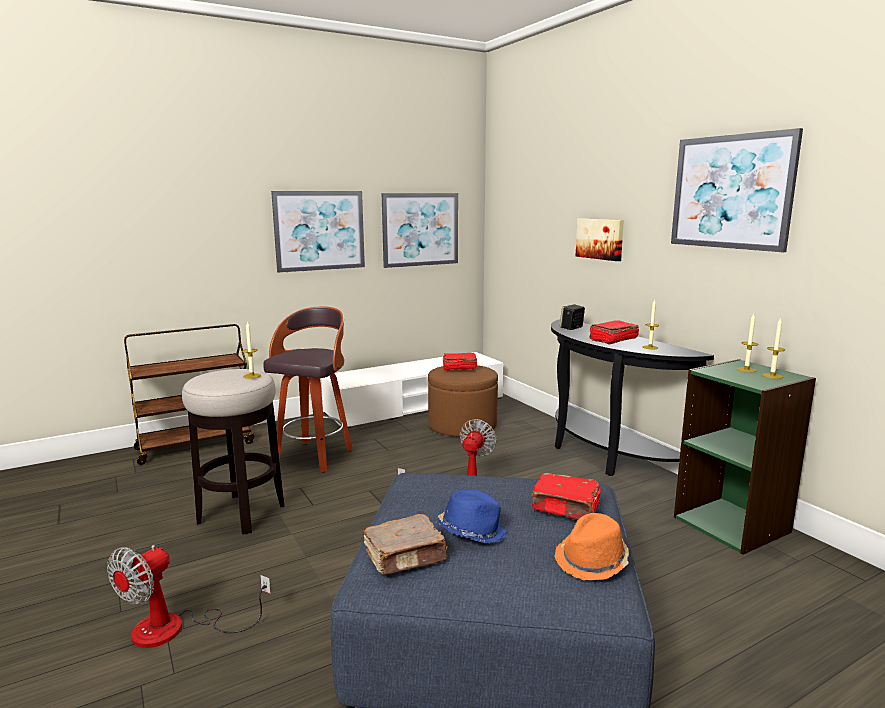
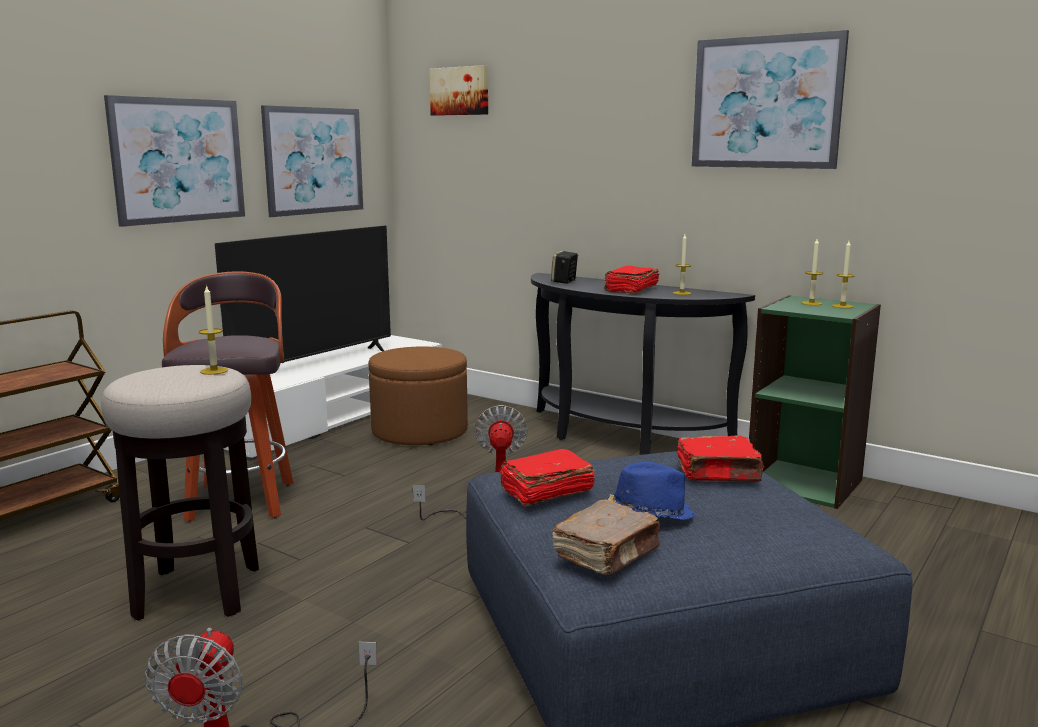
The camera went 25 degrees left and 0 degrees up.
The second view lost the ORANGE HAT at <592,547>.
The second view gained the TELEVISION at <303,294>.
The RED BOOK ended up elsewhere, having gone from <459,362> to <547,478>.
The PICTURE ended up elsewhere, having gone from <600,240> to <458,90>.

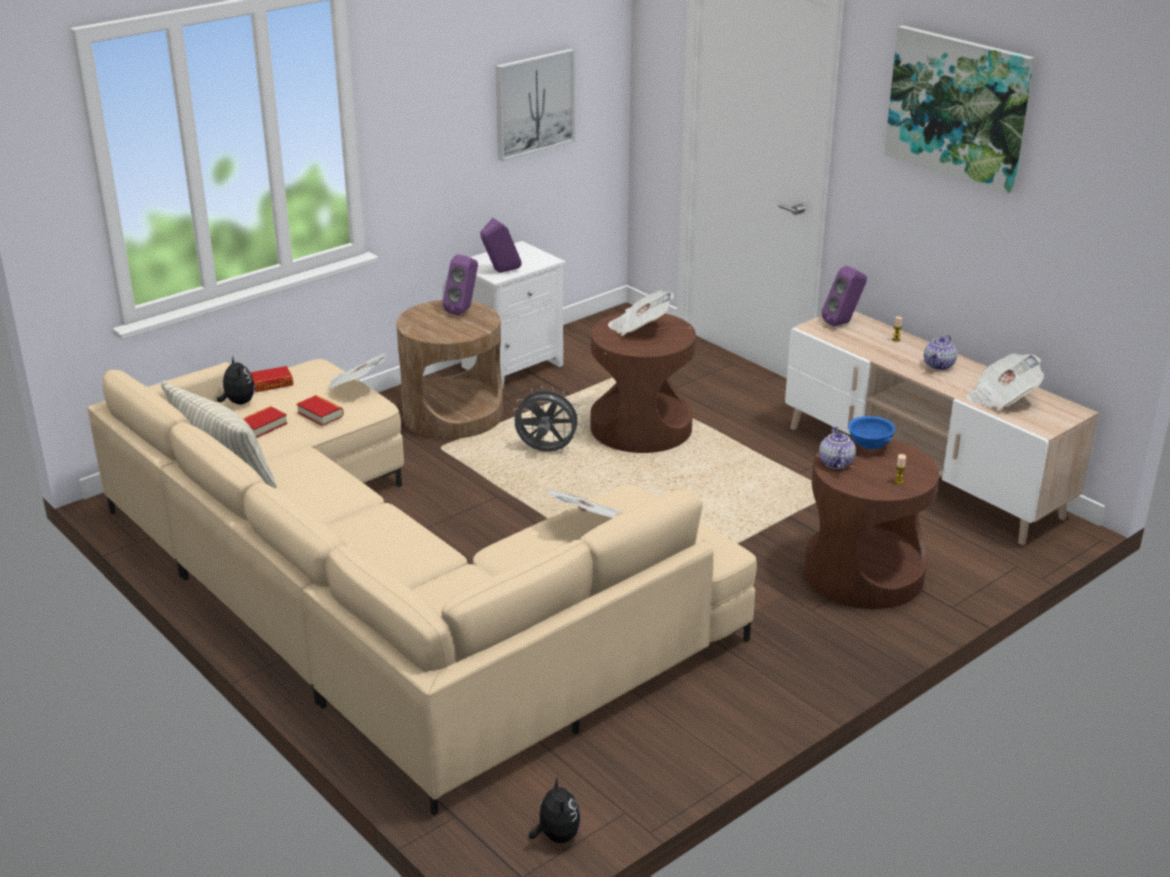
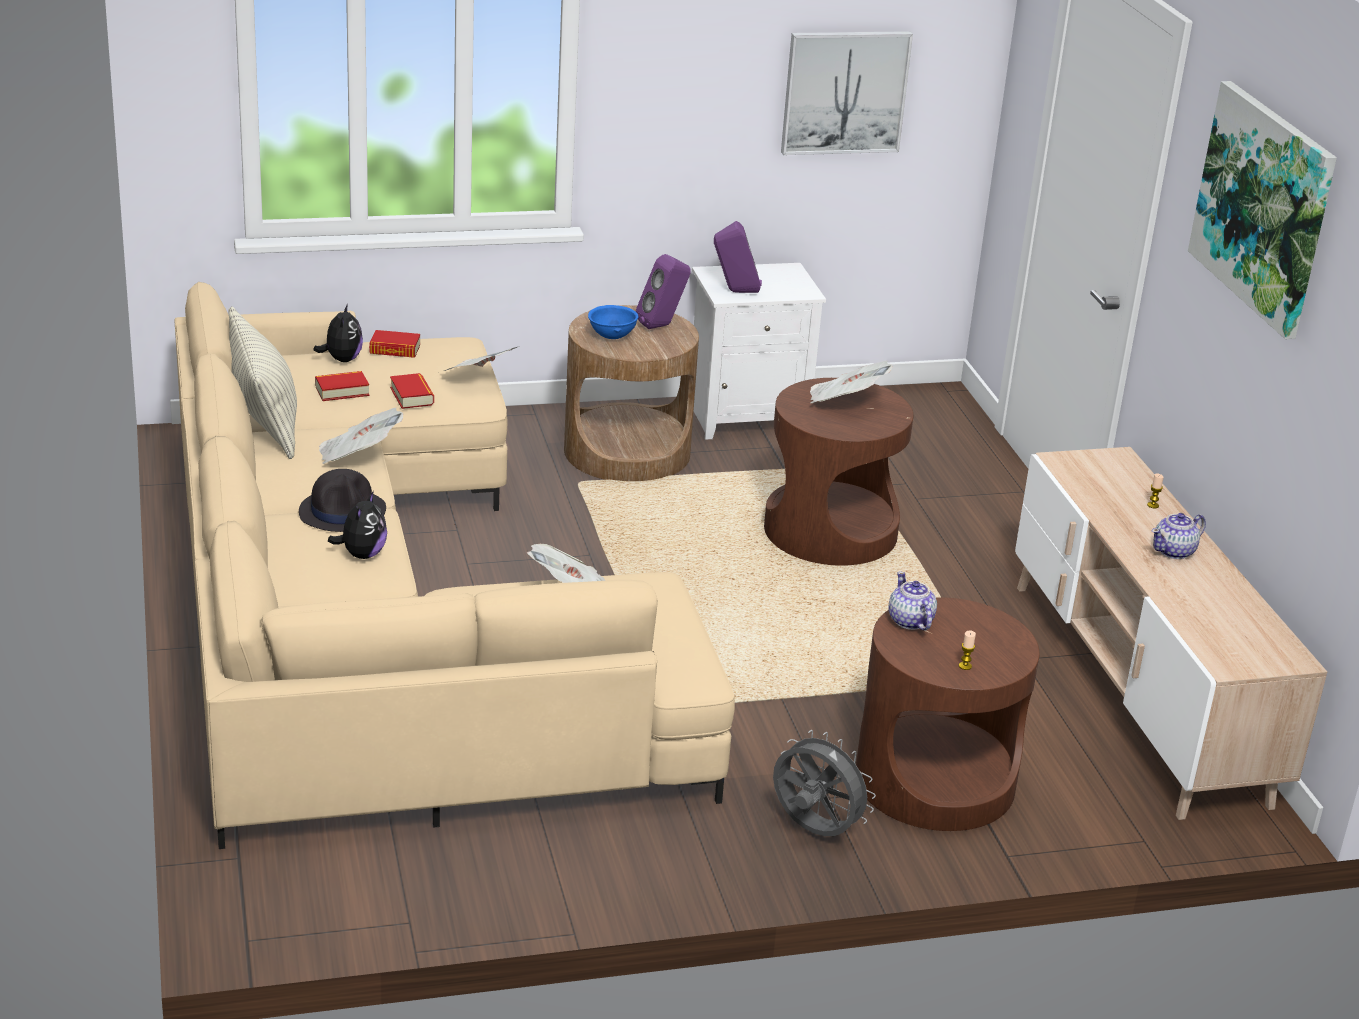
The camera went 25 degrees right and 0 degrees up.
The second view lost the PURPLE SPEAKER at <844,296>.
The second view gained the BLACK HAT at <342,500>.
The GREY FAN ended up elsewhere, having gone from <547,419> to <824,783>.
The PLUSH TOY ended up elsewhere, having gone from <555,809> to <357,525>.
The BLUE BOWL ended up elsewhere, having gone from <871,432> to <613,322>.
The NEWSPAPER ended up elsewhere, having gone from <1005,381> to <361,436>.
The TEAPOT at <837,447> ended up facing another way, 45 degrees counterclockwise from before.

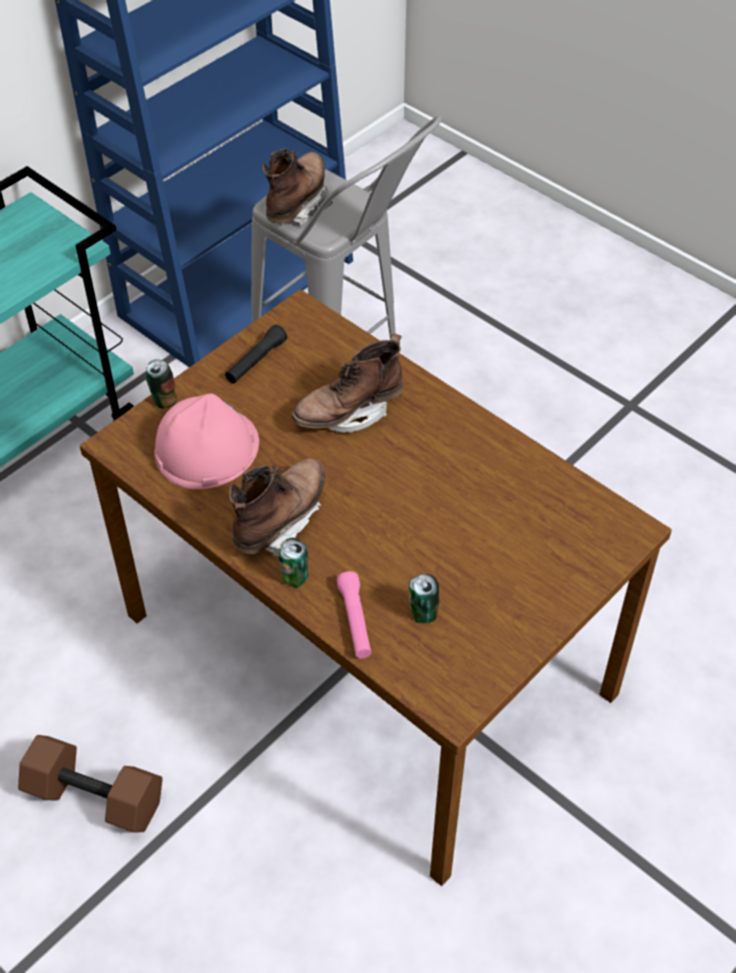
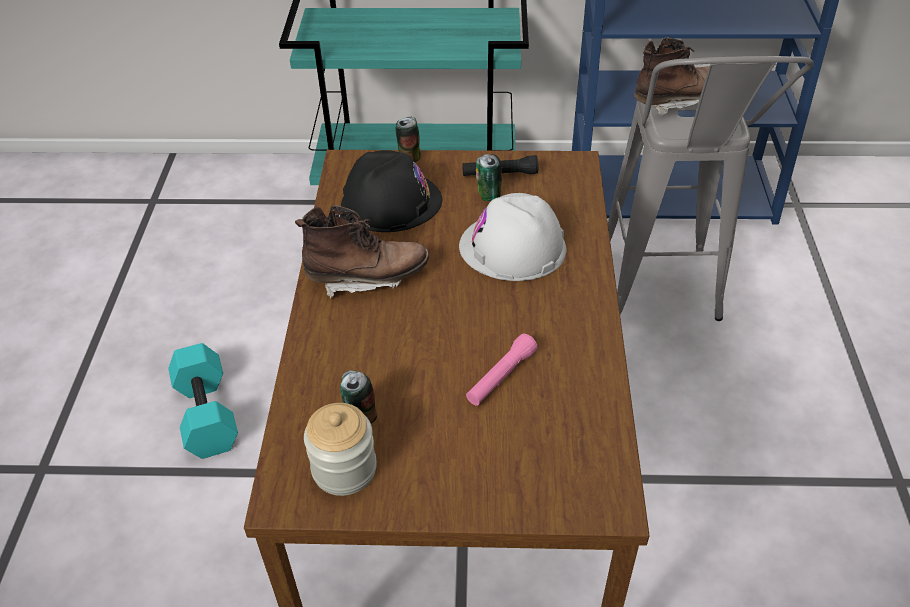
The camera went 50 degrees right and 5 degrees down.
The second view gained the JAR at <340,449>.
The CAN ended up elsewhere, having gone from <293,563> to <489,177>.
The PINK FLASHLIGHT ended up elsewhere, having gone from <354,614> to <502,369>.
Where the BROWN BOOT stood at <347,383>, the WHITE HARD HAT came to stand at <513,237>.
What was the BROWN DUMBBELL at <90,784> turned into the TURQUOISE DUMBBELL at <203,401>.
What was the PINK HARD HAT at <207,441> turned into the BLACK HARD HAT at <391,191>.

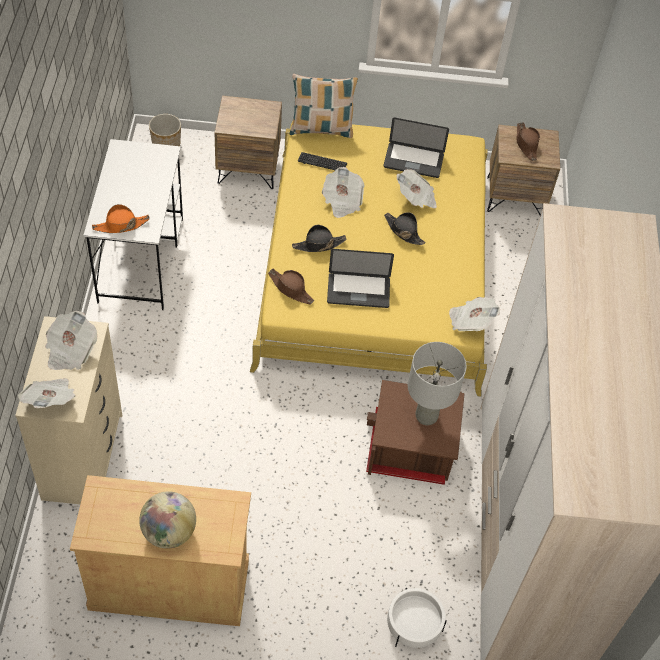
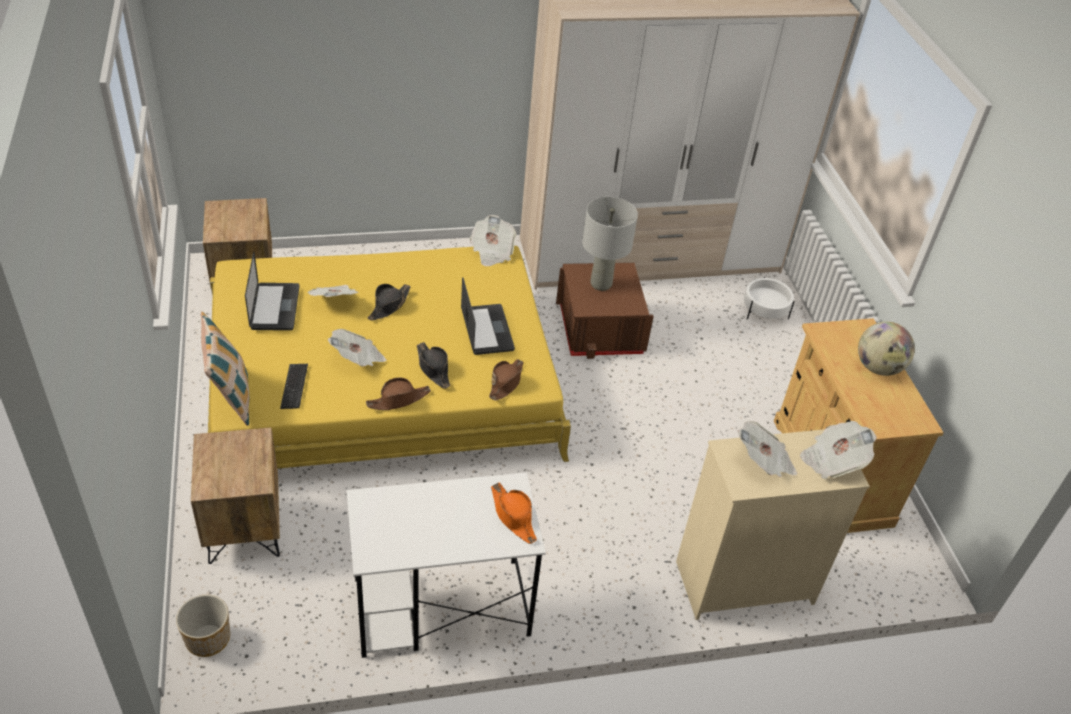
The camera went 105 degrees left and 10 degrees down.
The BROWN HAT ended up elsewhere, having gone from <528,141> to <398,394>.

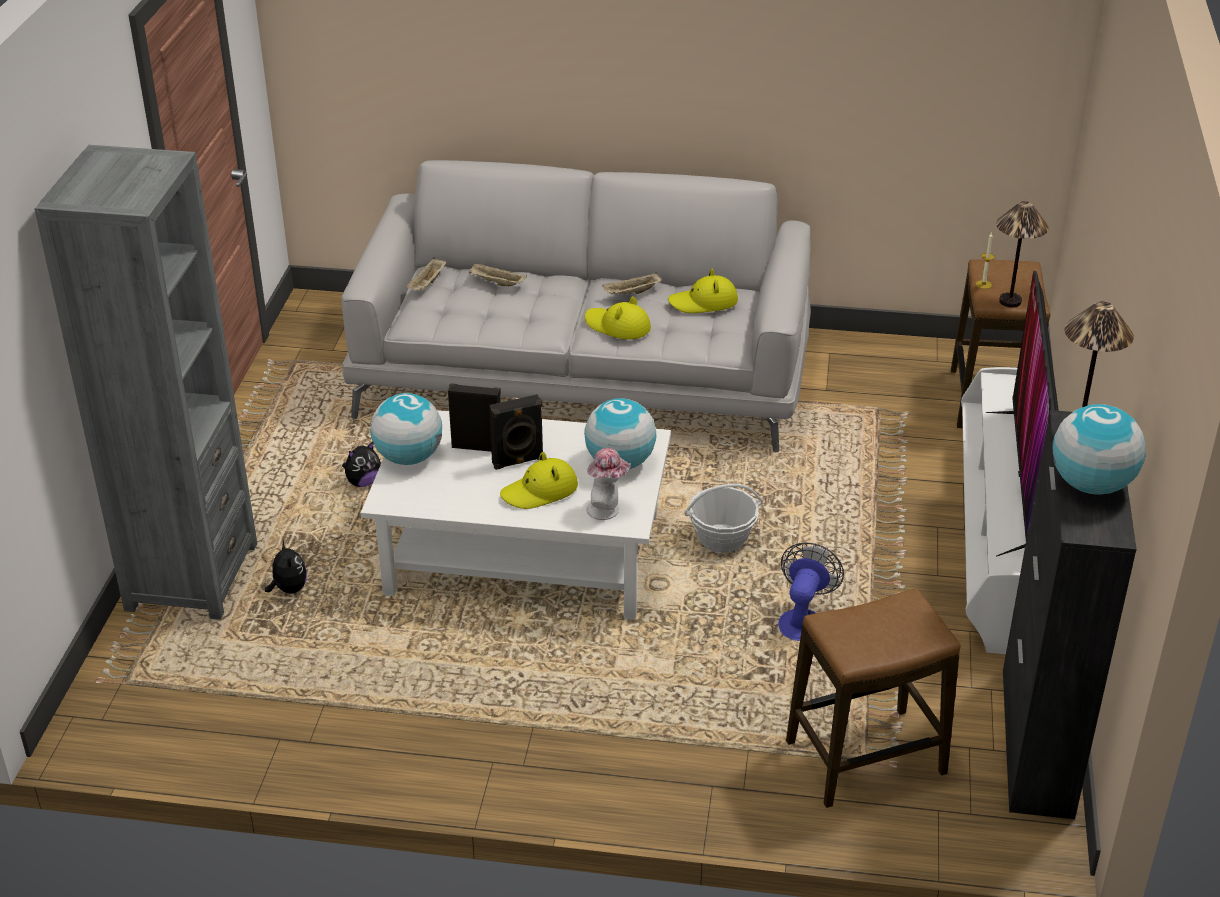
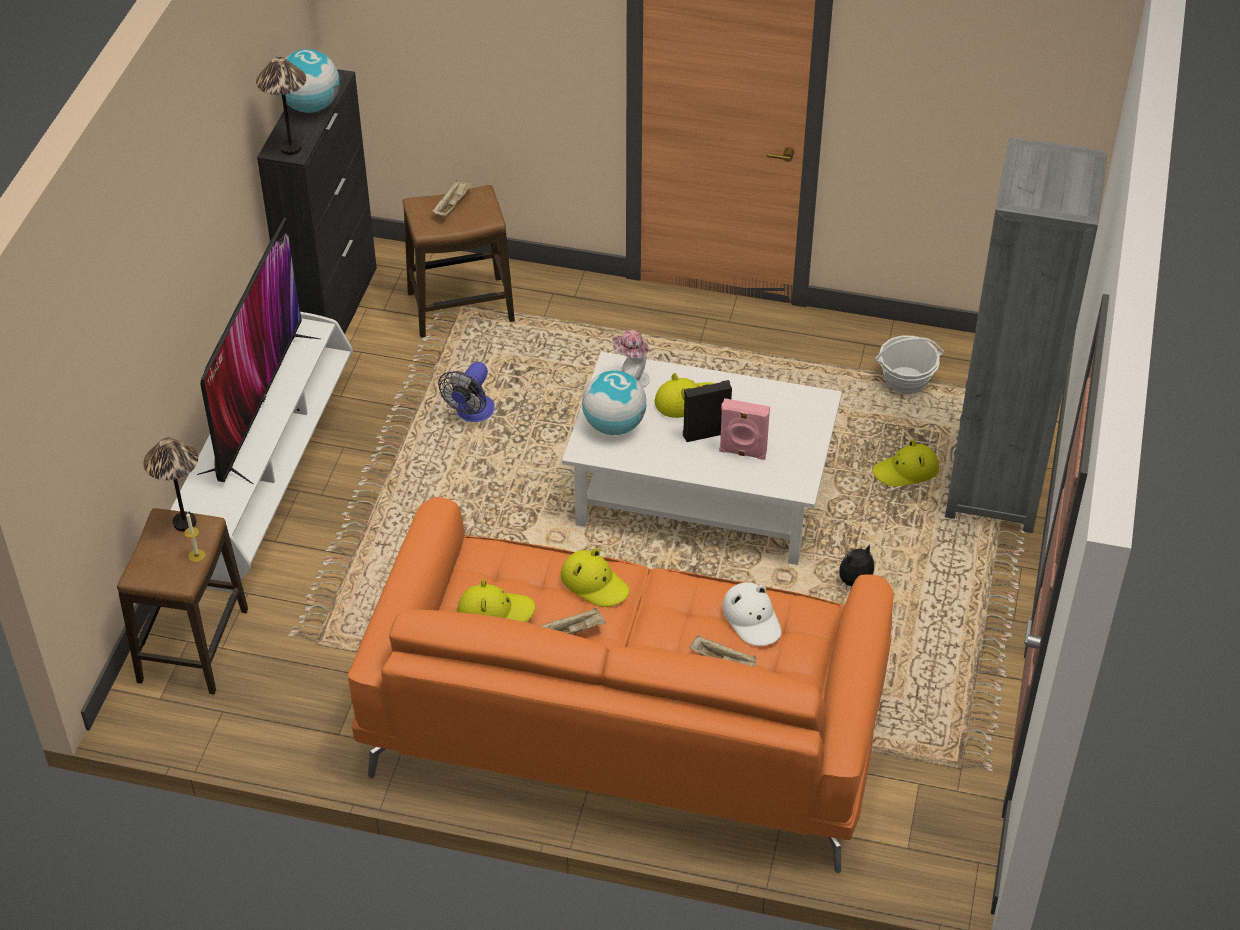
The camera went 175 degrees left and 10 degrees up.
The second view lost the GLOBE at <406,429>.
The second view gained the WHITE HAT at <752,614>.
The BEIGE TRAY ended up elsewhere, having gone from <427,273> to <452,198>.
The BASKET ended up elsewhere, having gone from <723,518> to <909,364>.
Where the PLUSH TOY stood at <286,566>, the YELLOW HAT came to stand at <906,462>.
What was the GREY SOFA at <576,306> turned into the ORANGE SOFA at <620,685>.
What was the BLACK SPEAKER at <474,417> turned into the PINK SPEAKER at <744,429>.

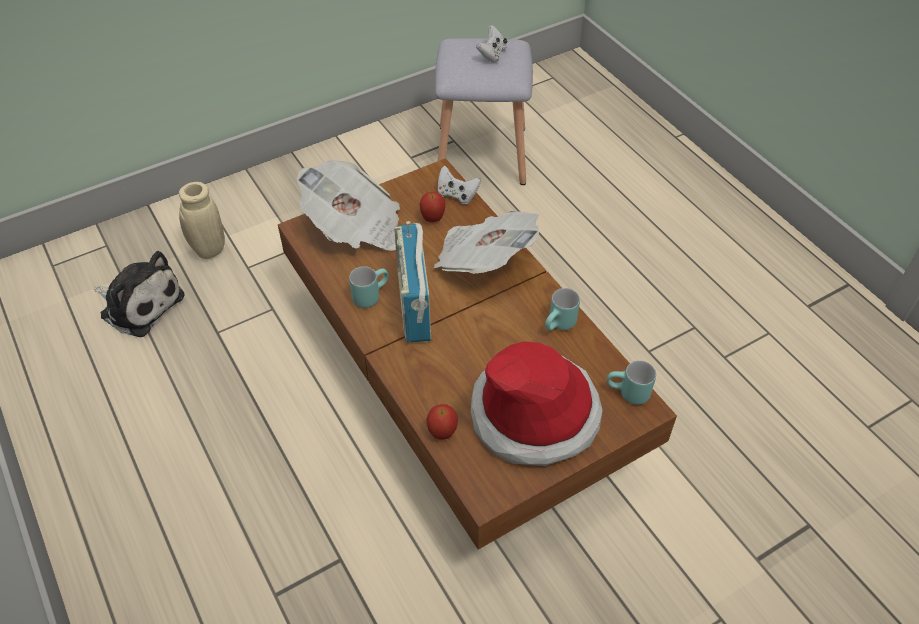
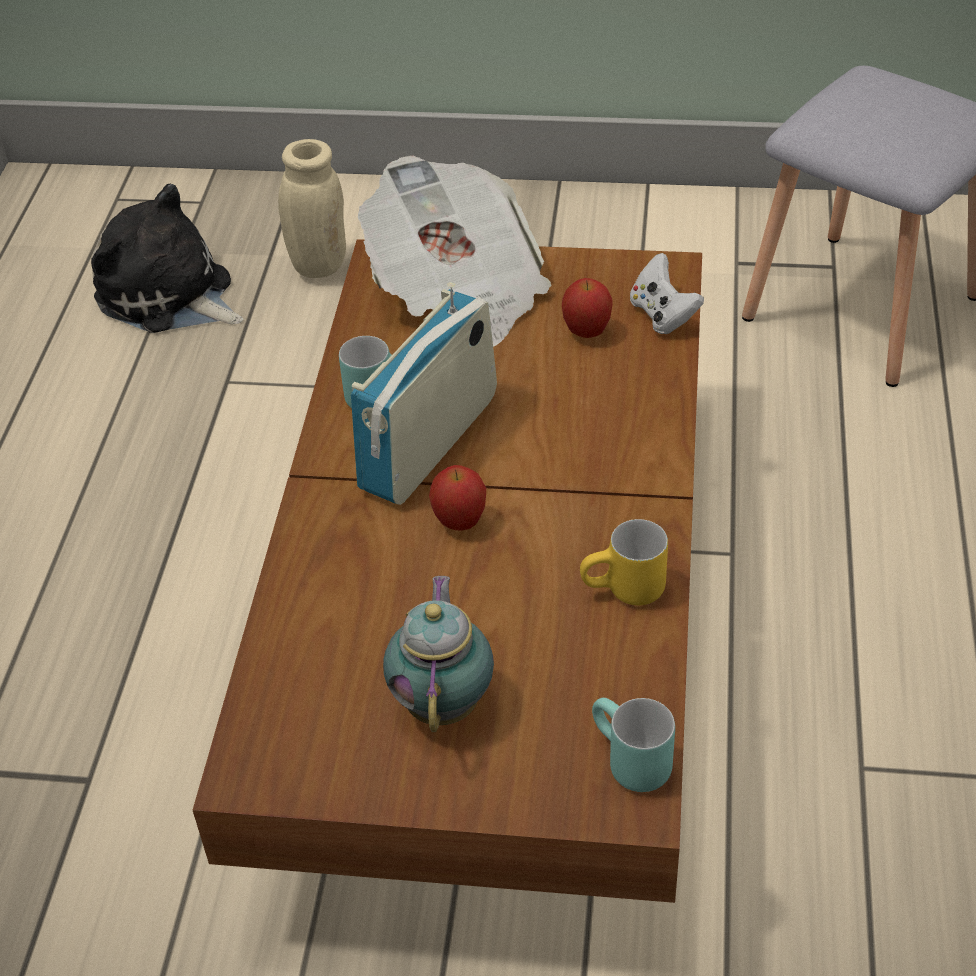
The camera went 40 degrees right and 5 degrees down.
The second view lost the NEWSPAPER at <486,242>.
The second view lost the WHITE GAME CONTROLLER at <491,44>.
The APPLE ended up elsewhere, having gone from <442,422> to <457,497>.
Where the HAT stood at <537,404>, the TEAPOT came to stand at <438,654>.
What was the TURQUOISE MUG at <562,309> turned into the YELLOW MUG at <624,562>.
The PLUSH TOY at <139,294> ended up facing another way, 150 degrees clockwise from before.

